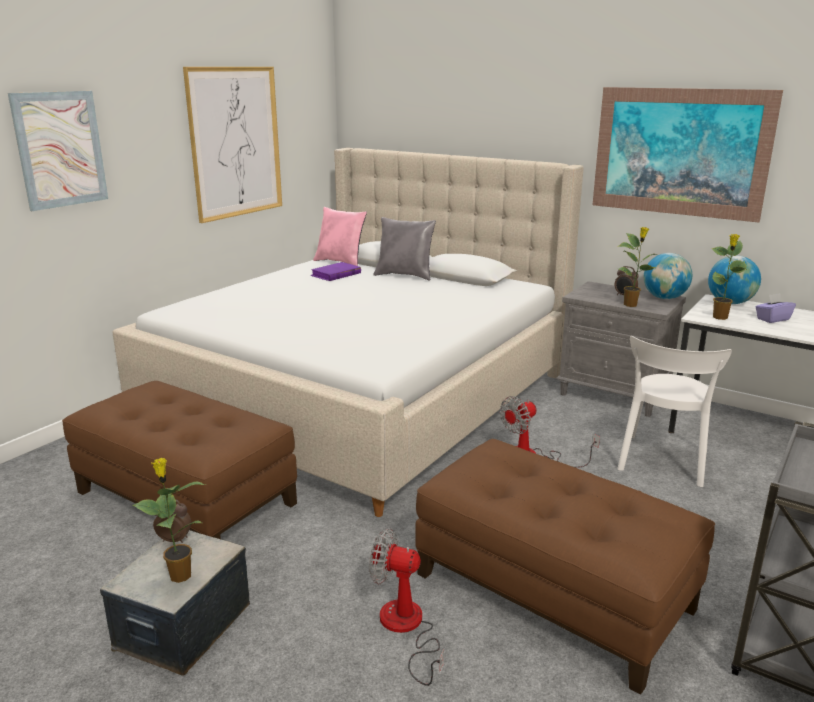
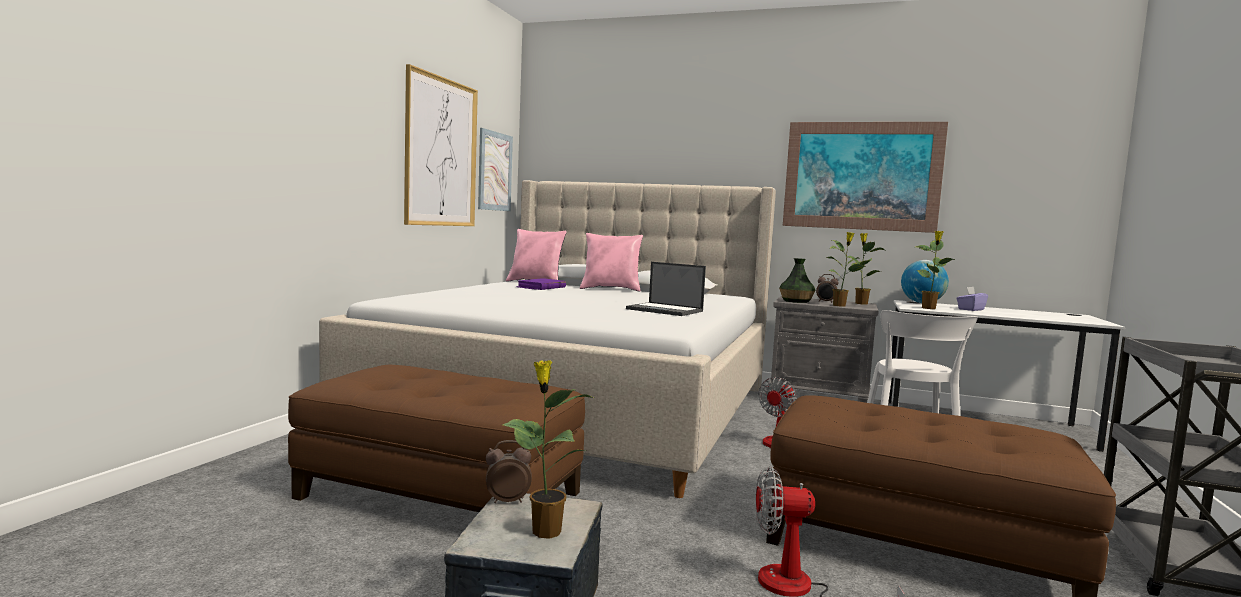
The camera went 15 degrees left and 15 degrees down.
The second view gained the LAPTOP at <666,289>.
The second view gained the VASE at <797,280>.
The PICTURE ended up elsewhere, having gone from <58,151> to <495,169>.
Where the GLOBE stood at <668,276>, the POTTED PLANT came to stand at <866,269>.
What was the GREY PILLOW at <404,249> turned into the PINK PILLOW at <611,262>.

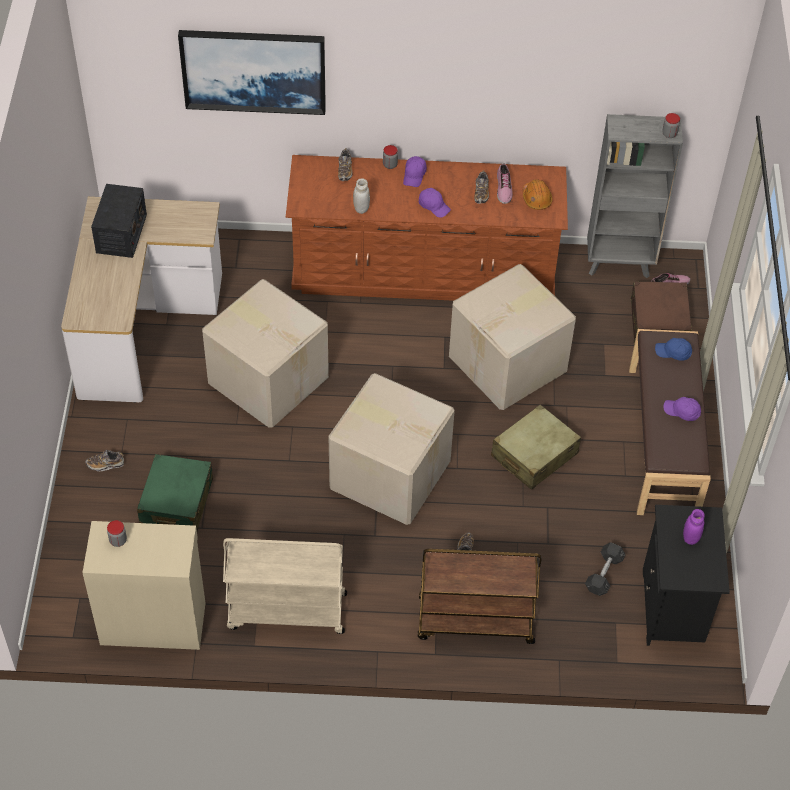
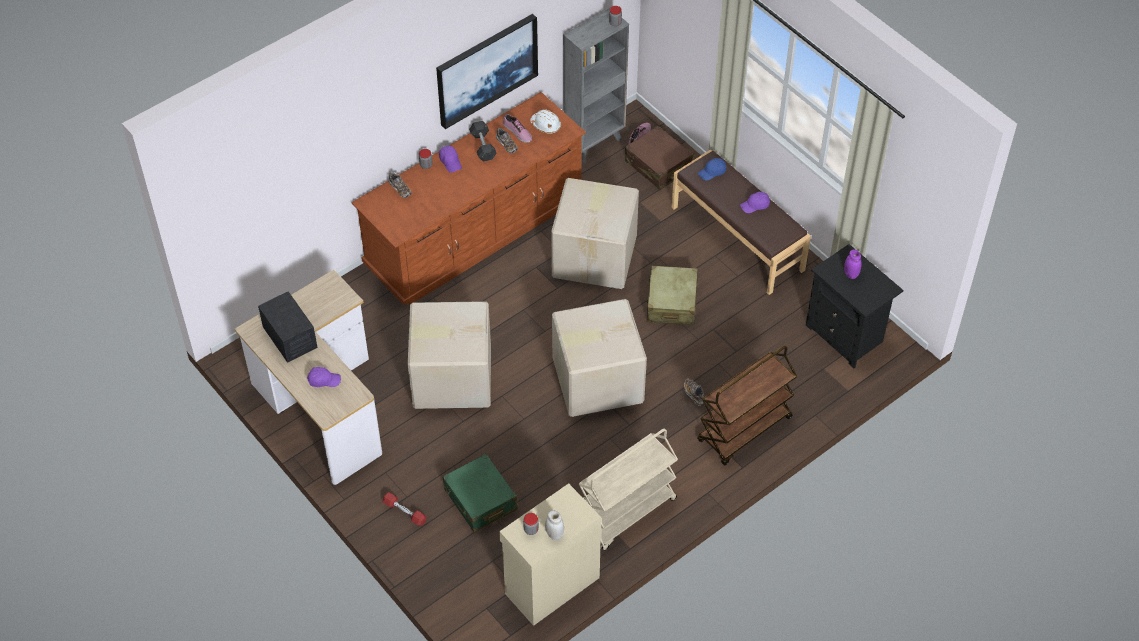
The camera went 40 degrees left and 0 degrees up.
The PICTURE ended up elsewhere, having gone from <252,72> to <487,71>.
The WHITE JAR ended up elsewhere, having gone from <361,196> to <554,525>.
The PURPLE CAP ended up elsewhere, having gone from <435,203> to <324,377>.
The GREY DUMBBELL ended up elsewhere, having gone from <605,569> to <483,141>.
Where the SHOE stood at <104,460>, the RED DUMBBELL came to stand at <404,509>.
What was the ORANGE HARD HAT at <537,194> turned into the WHITE HARD HAT at <545,121>.

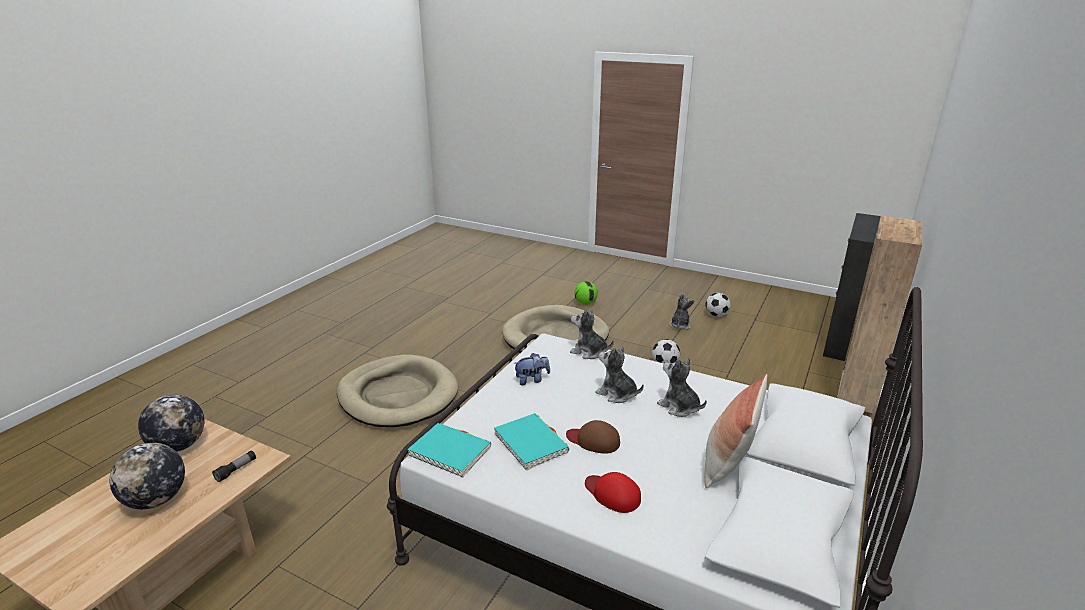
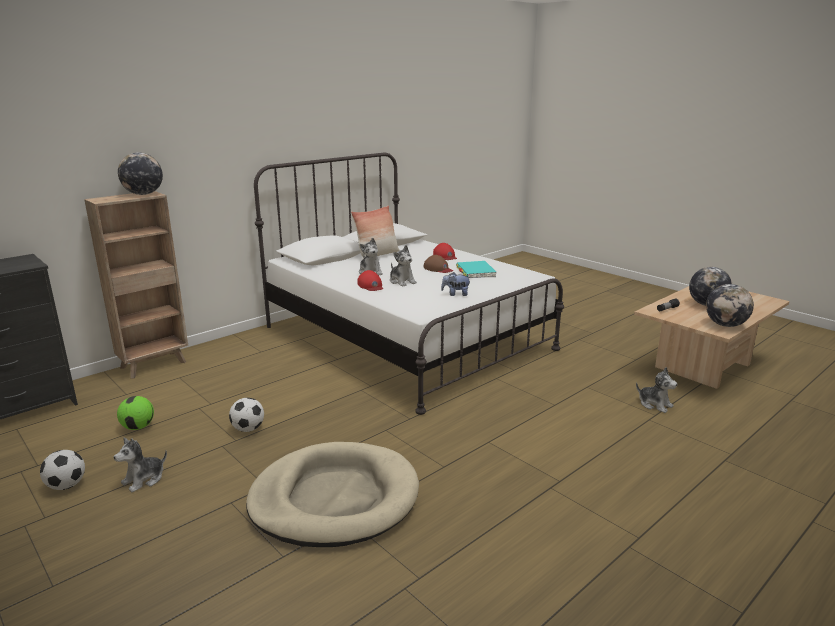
The camera went 160 degrees left and 5 degrees down.
The second view lost the BEIGE DOG BED at <397,390>.
The second view lost the TURQUOISE BOOK at <449,450>.
The second view gained the GLOBE at <140,174>.
The second view gained the RED CAP at <370,280>.
The PLUSH TOY ended up elsewhere, having gone from <592,333> to <656,390>.
The FOOTBALL ended up elsewhere, having gone from <586,293> to <135,413>.

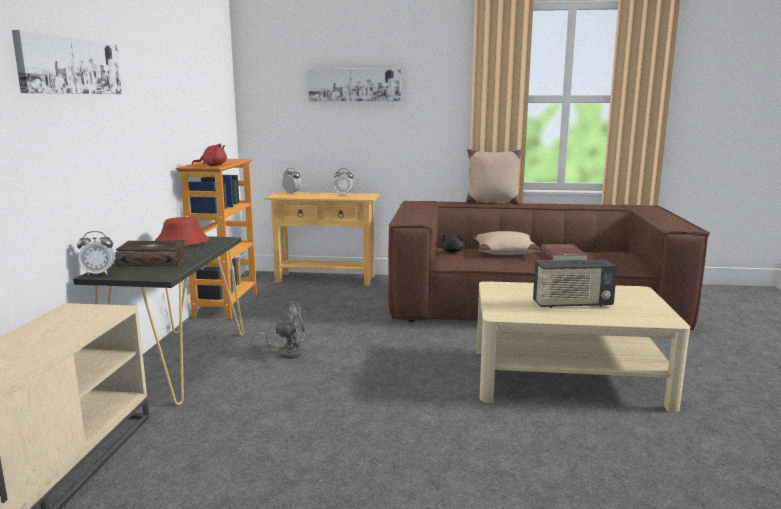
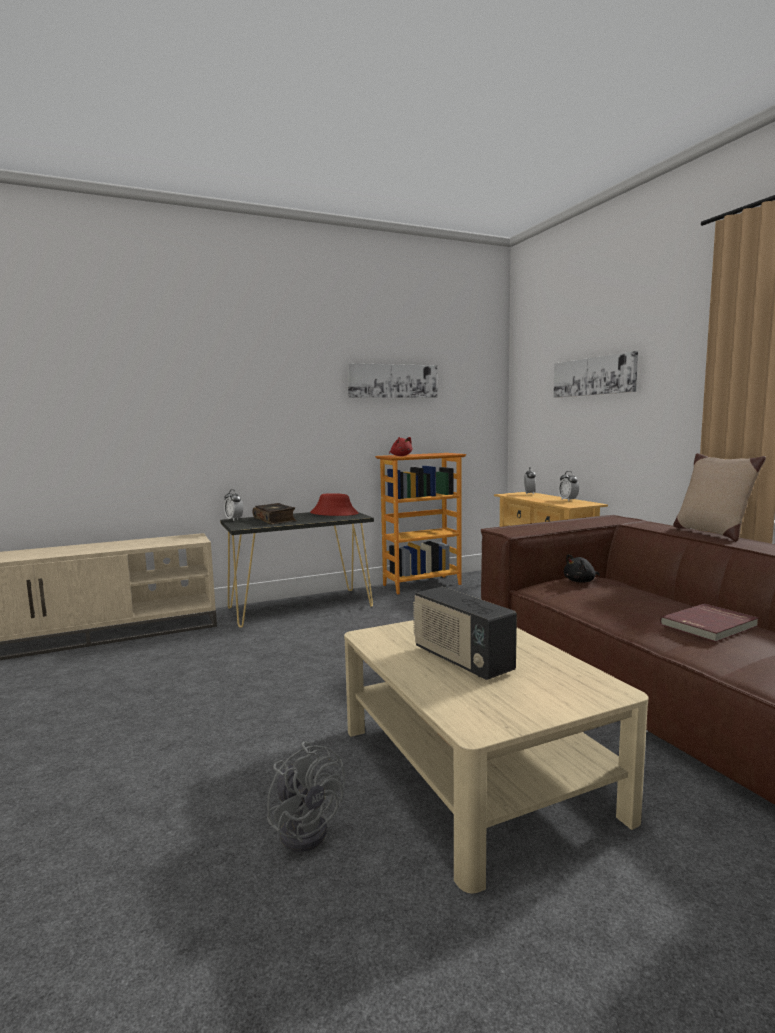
The camera went 60 degrees right and 5 degrees down.
The second view lost the BEIGE PILLOW at <506,243>.
The PICTURE ended up elsewhere, having gone from <67,62> to <392,380>.
The GREY FAN ended up elsewhere, having gone from <278,331> to <306,796>.

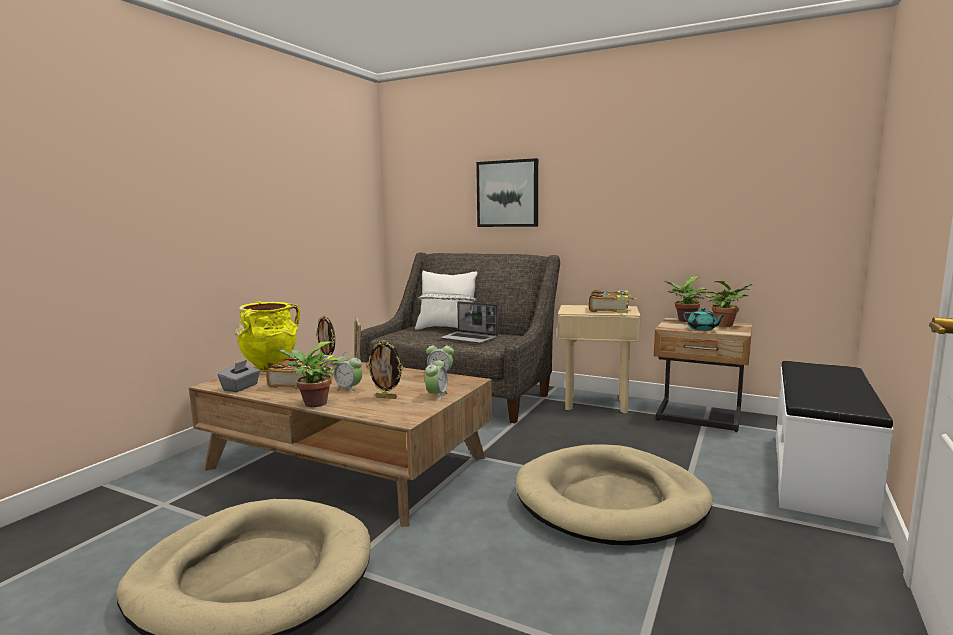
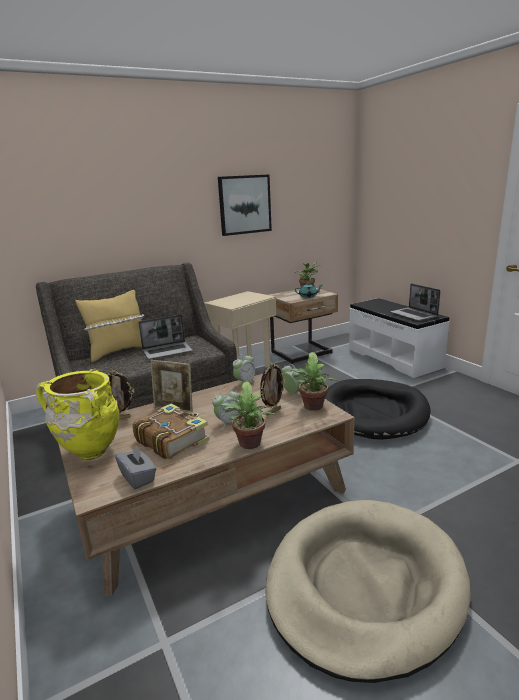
The camera went 55 degrees left and 10 degrees up.
The second view lost the BOOK at <613,301>.
The second view gained the LAPTOP at <415,302>.
The PICTURE ended up elsewhere, having gone from <507,192> to <245,205>.
The POTTED PLANT ended up elsewhere, having gone from <685,299> to <314,381>.
What was the WHITE PILLOW at <446,300> turned into the YELLOW PILLOW at <110,326>.
What was the BEIGE DOG BED at <614,494> turned into the BLACK DOG BED at <377,409>.

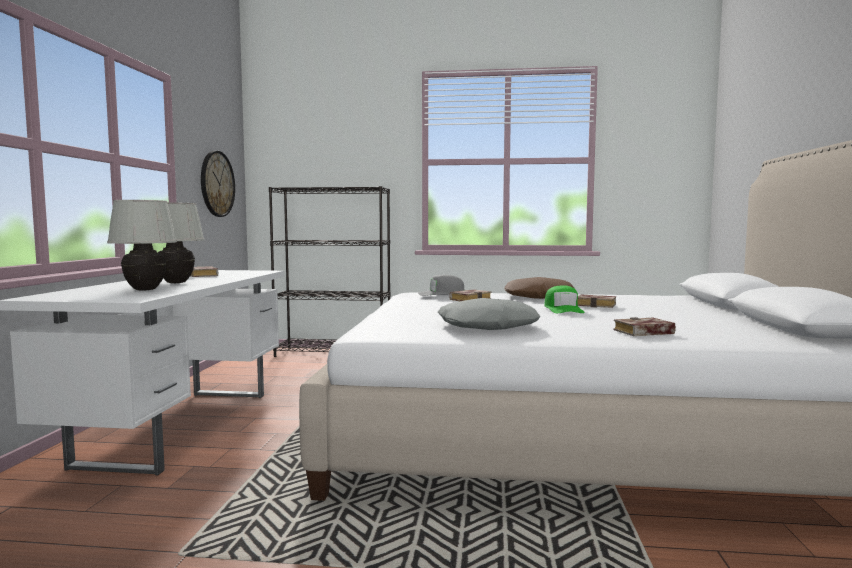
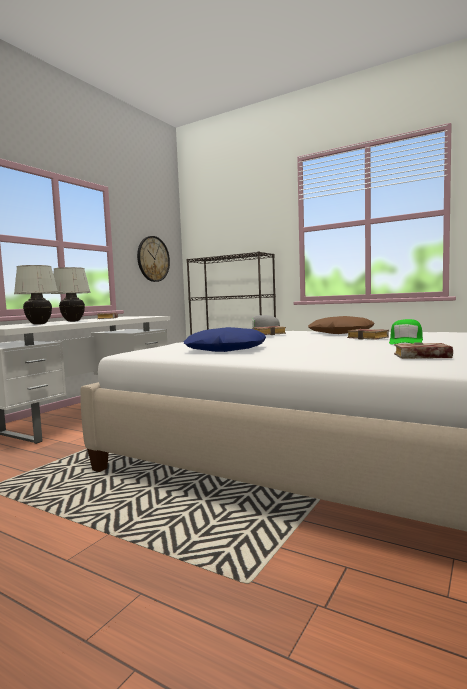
The camera went 25 degrees right and 0 degrees up.
The GREEN CAP ended up elsewhere, having gone from <564,299> to <406,331>.
The BOOK ended up elsewhere, having gone from <644,326> to <423,350>.
What was the GREY PILLOW at <489,314> turned into the BLUE PILLOW at <224,339>.

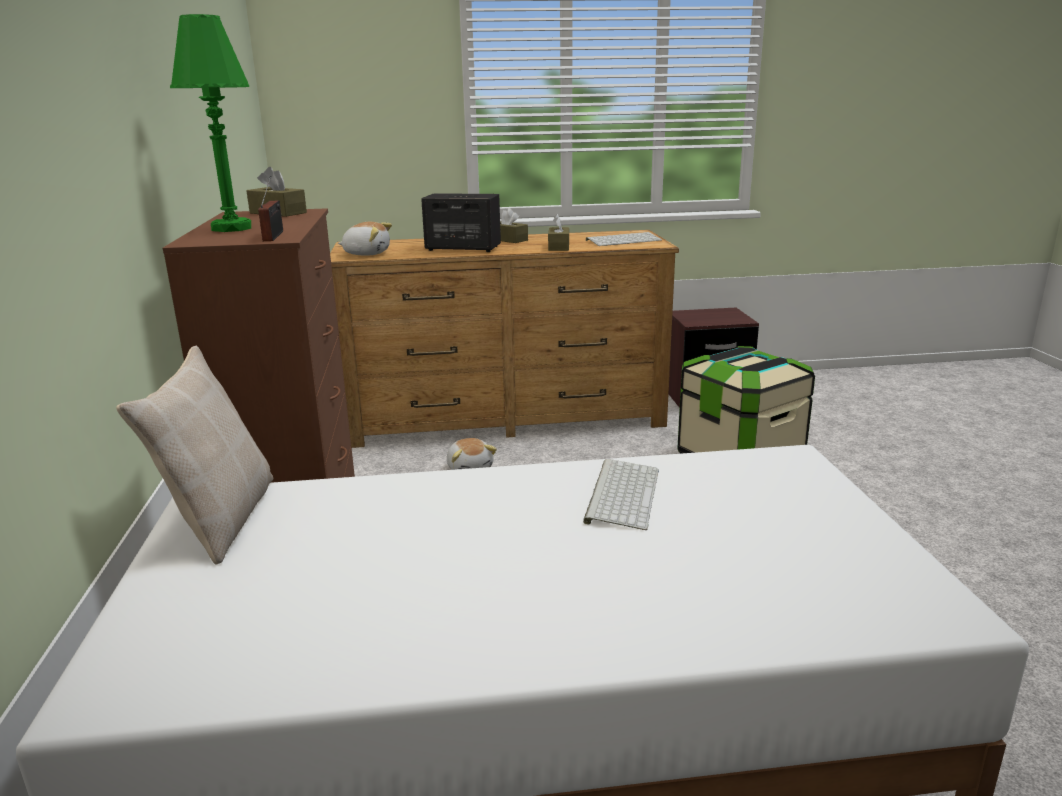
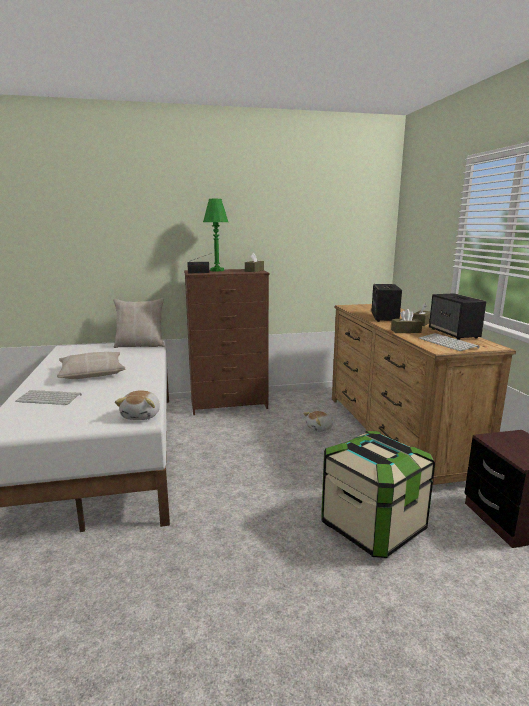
The camera went 85 degrees right and 5 degrees down.
The second view gained the BEIGE PILLOW at <91,365>.
The second view gained the SPEAKER at <457,316>.
The PLUSH TOY ended up elsewhere, having gone from <365,239> to <137,405>.
The KEYBOARD ended up elsewhere, having gone from <621,494> to <48,397>.

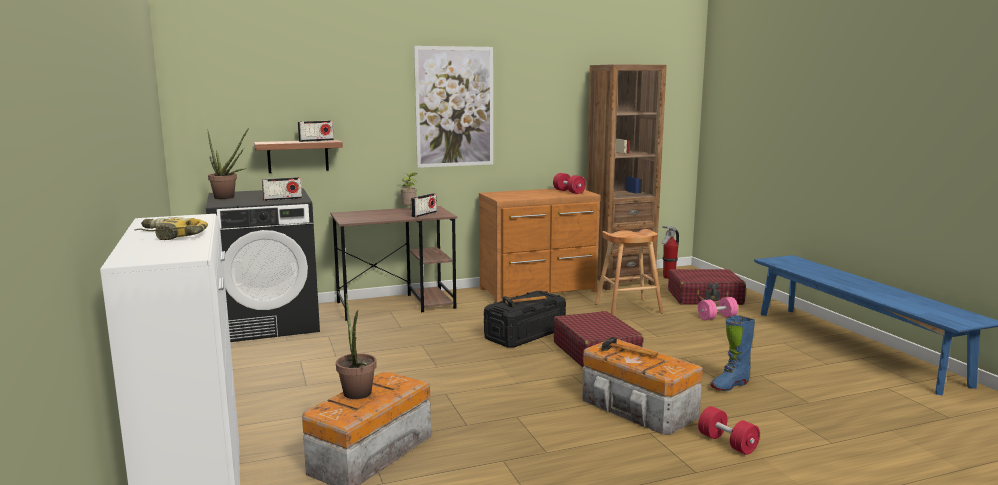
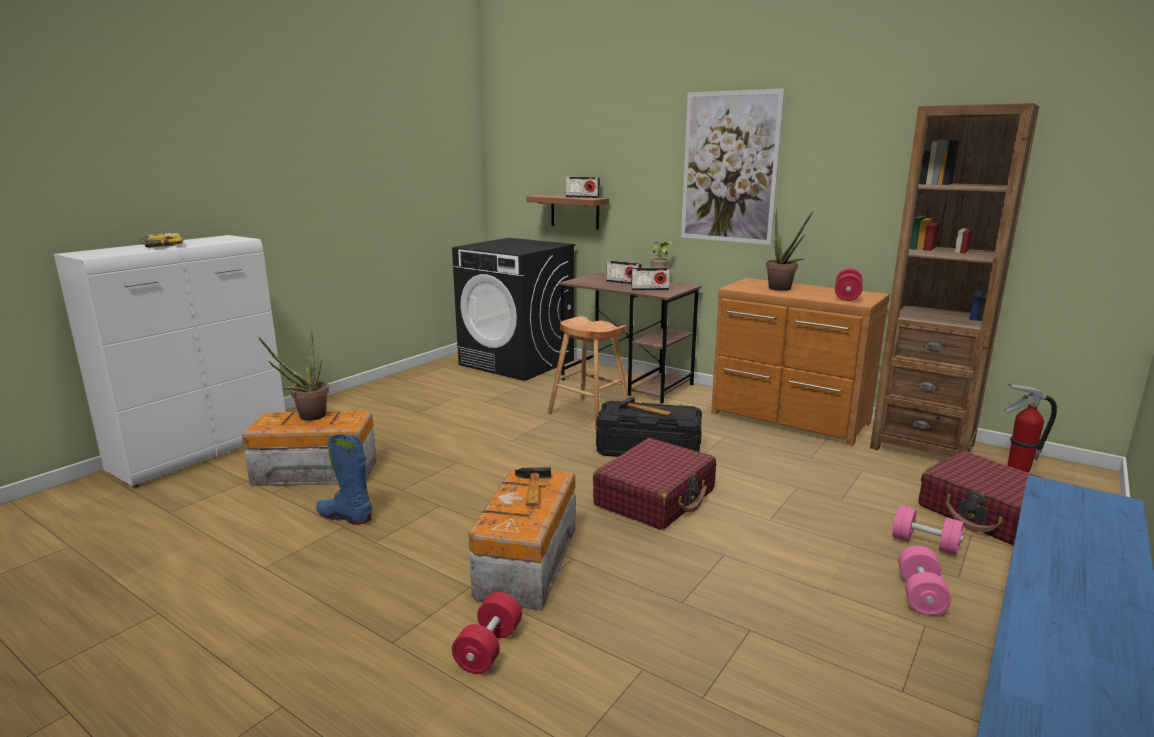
The camera went 55 degrees right and 5 degrees up.
The second view gained the PINK DUMBBELL at <924,581>.
The POTTED PLANT ended up elsewhere, having gone from <228,163> to <790,250>.
The RADIO ended up elsewhere, having gone from <282,189> to <623,272>.
The BROWN STOOL ended up elsewhere, having gone from <629,272> to <588,372>.
The BLUE BOOT ended up elsewhere, having gone from <732,353> to <344,479>.

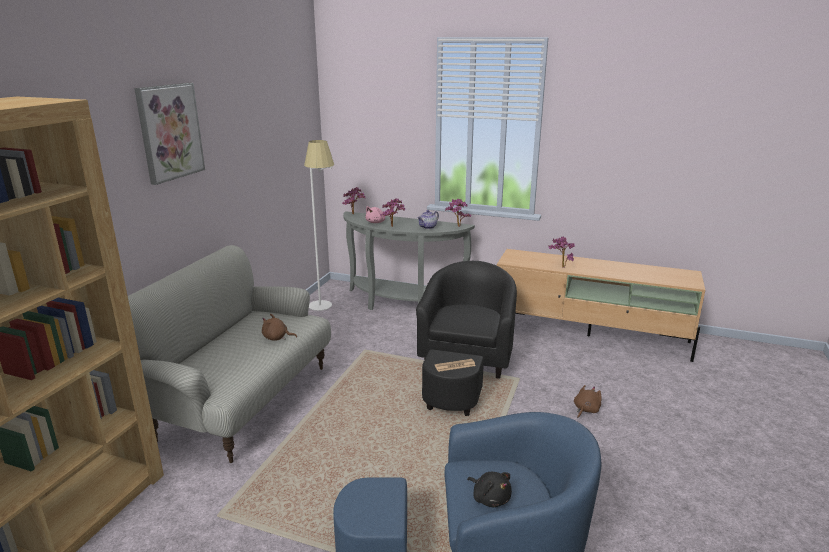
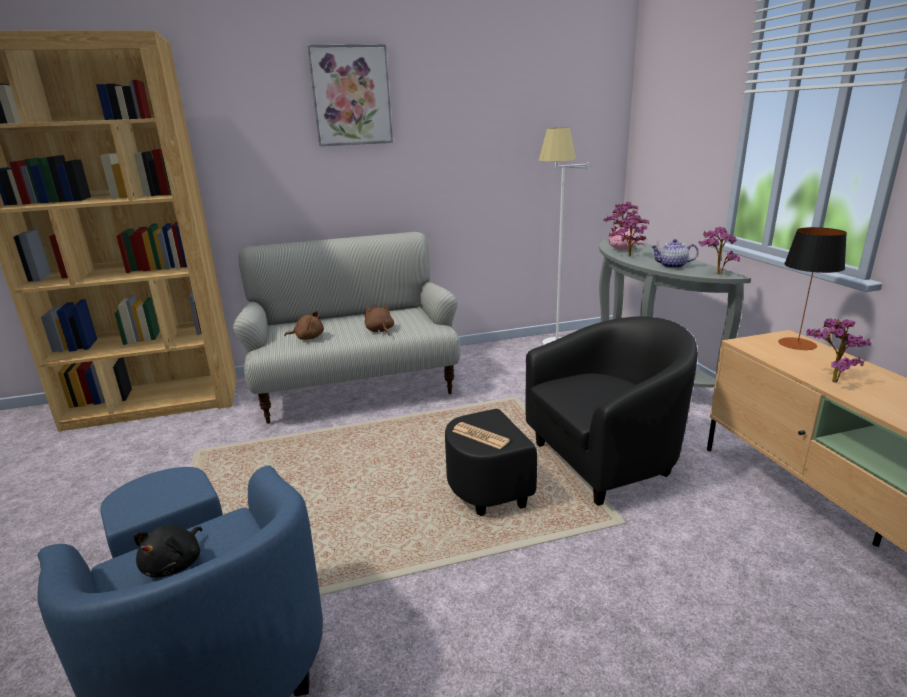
The camera went 55 degrees right and 0 degrees up.
The second view gained the TABLE LAMP at <812,288>.
The BROWN PLUSH TOY ended up elsewhere, having gone from <588,401> to <304,325>.

